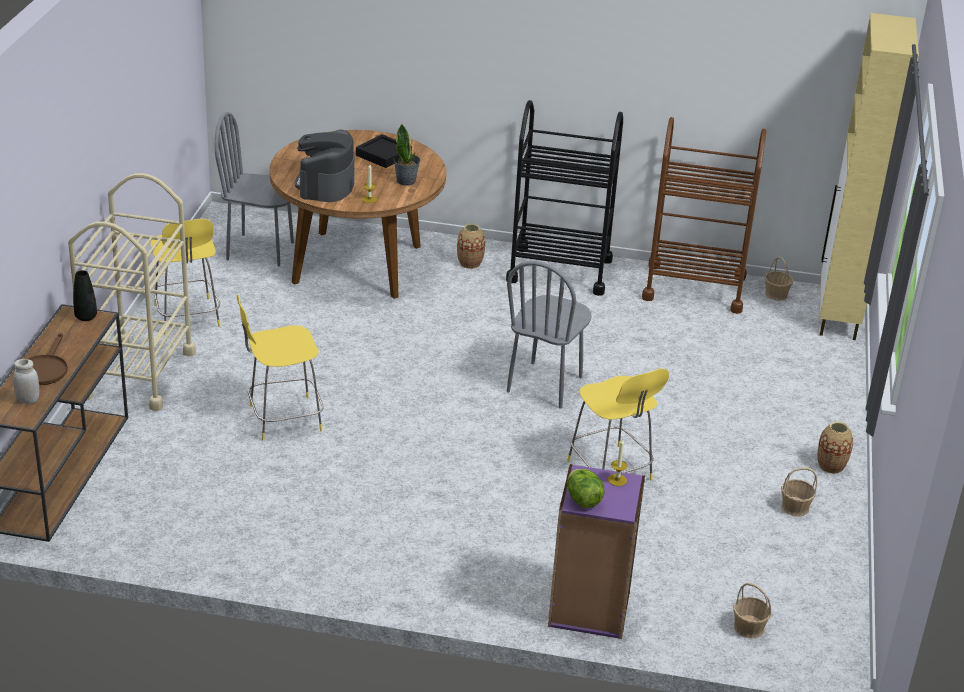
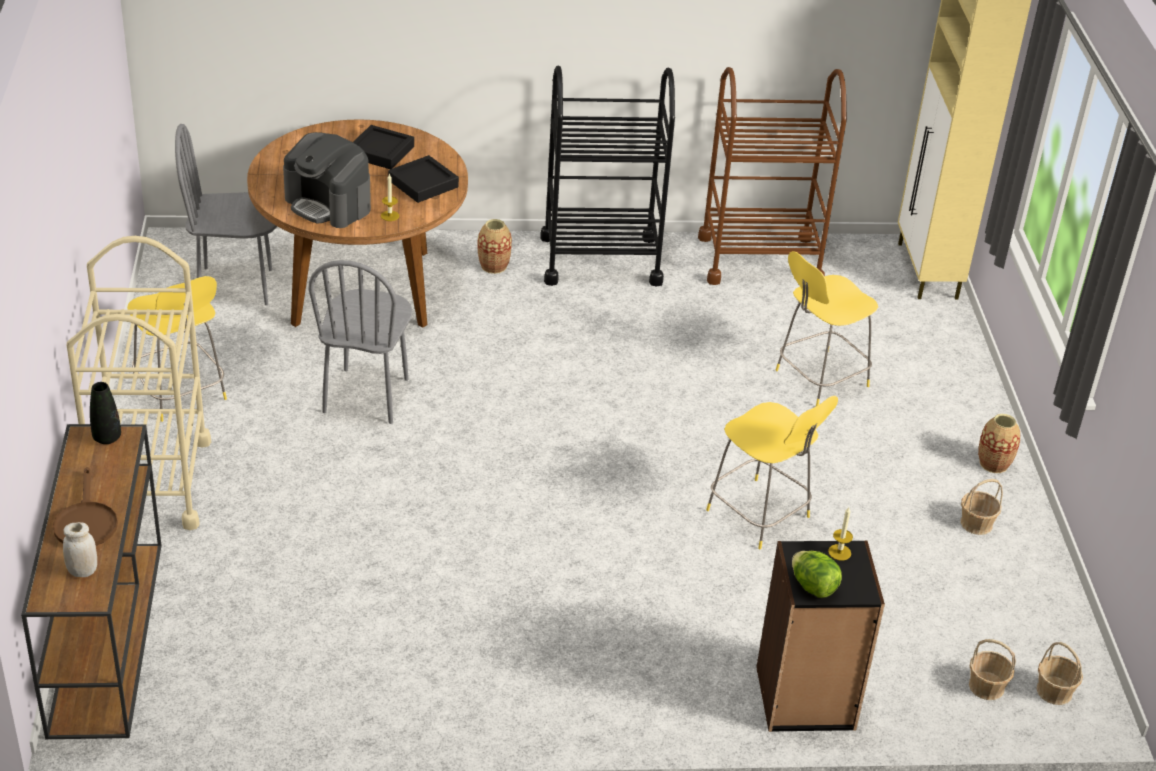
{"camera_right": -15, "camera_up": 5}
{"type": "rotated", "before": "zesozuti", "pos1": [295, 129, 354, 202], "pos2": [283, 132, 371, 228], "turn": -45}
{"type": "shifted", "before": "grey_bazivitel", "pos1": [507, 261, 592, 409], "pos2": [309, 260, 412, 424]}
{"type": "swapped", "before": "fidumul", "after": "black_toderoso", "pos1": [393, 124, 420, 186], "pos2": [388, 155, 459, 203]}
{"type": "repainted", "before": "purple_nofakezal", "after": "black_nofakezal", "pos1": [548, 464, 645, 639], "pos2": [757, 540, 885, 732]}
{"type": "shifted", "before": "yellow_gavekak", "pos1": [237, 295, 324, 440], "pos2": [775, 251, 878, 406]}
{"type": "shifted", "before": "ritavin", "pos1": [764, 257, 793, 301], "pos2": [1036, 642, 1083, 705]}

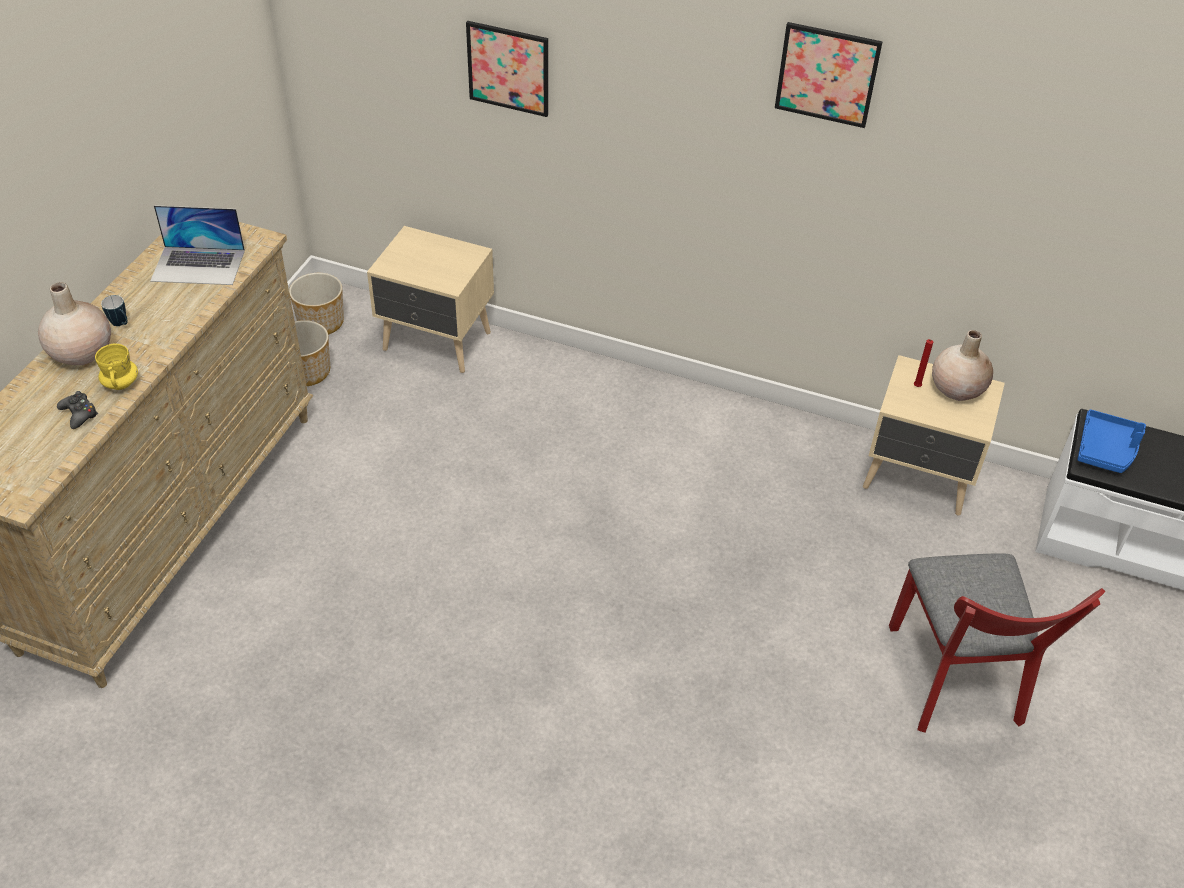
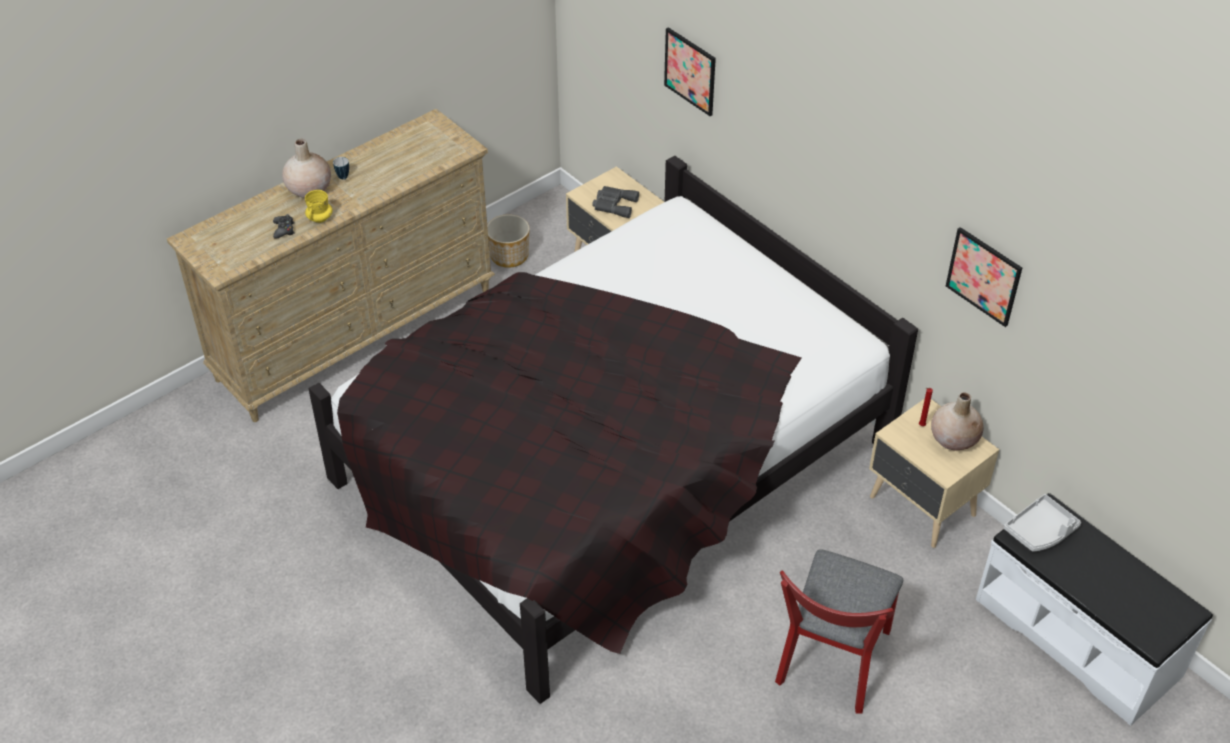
{"camera_right": 30, "camera_up": 0}
{"type": "new", "after": "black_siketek", "pos2": [308, 156, 918, 704]}
{"type": "new", "after": "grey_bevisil", "pos2": [592, 186, 639, 218]}
{"type": "shifted", "before": "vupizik", "pos1": [775, 22, 883, 128], "pos2": [946, 227, 1022, 327]}
{"type": "repainted", "before": "blue_toderoso", "after": "grey_toderoso", "pos1": [1077, 409, 1146, 473], "pos2": [1004, 494, 1081, 552]}
{"type": "gone", "before": "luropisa", "pos1": [150, 205, 245, 285]}
{"type": "gone", "before": "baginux", "pos1": [289, 273, 344, 335]}

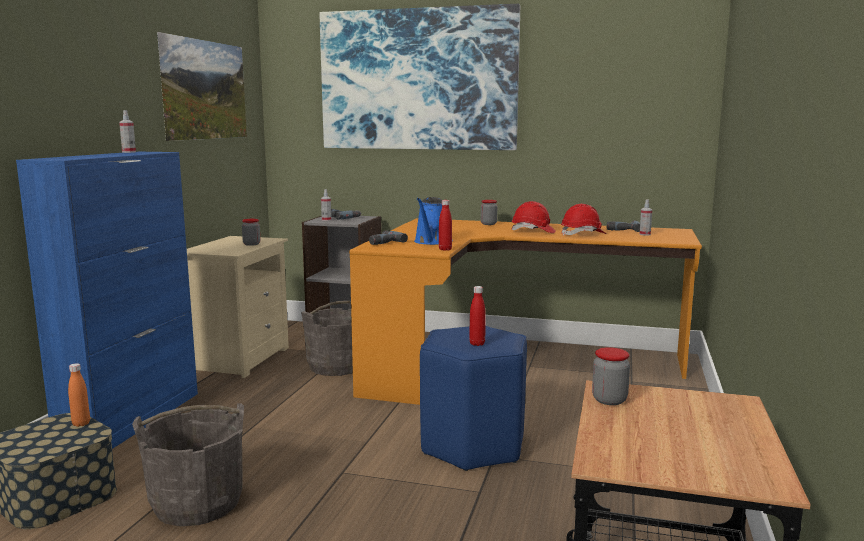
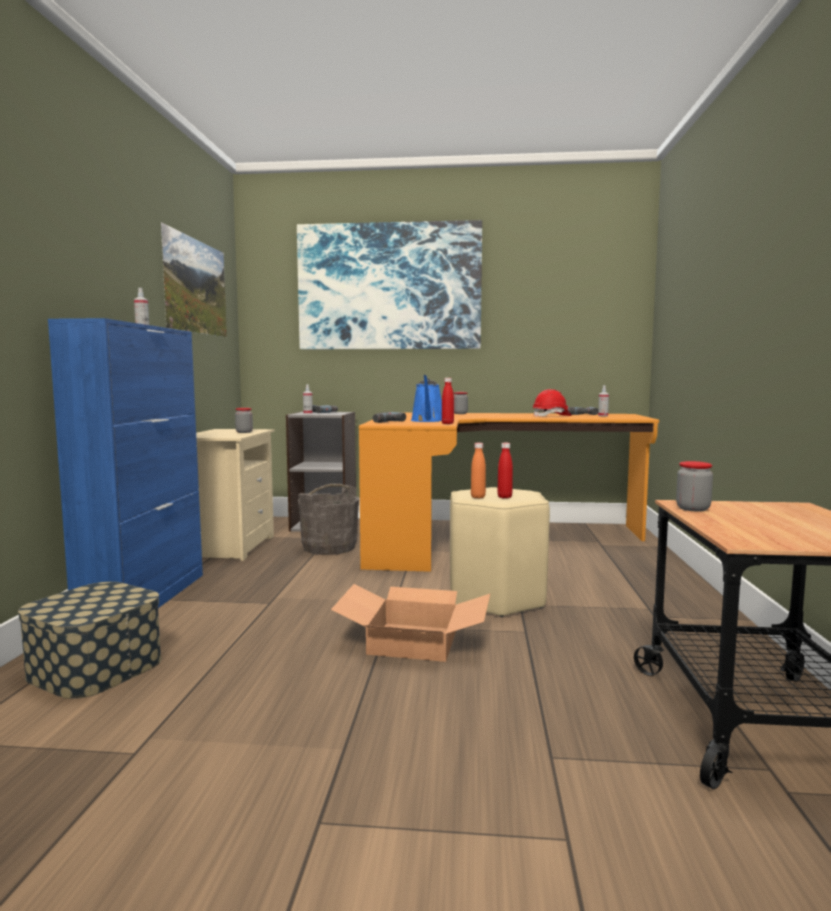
{"camera_right": -10, "camera_up": -5}
{"type": "new", "after": "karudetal", "pos2": [331, 584, 490, 662]}
{"type": "repainted", "before": "blue_gavekak", "after": "beige_gavekak", "pos1": [420, 326, 527, 471], "pos2": [450, 487, 550, 617]}
{"type": "shifted", "before": "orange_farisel", "pos1": [68, 363, 90, 427], "pos2": [471, 443, 486, 498]}
{"type": "gone", "before": "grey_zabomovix", "pos1": [132, 403, 244, 526]}
{"type": "gone", "before": "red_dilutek", "pos1": [511, 201, 556, 233]}

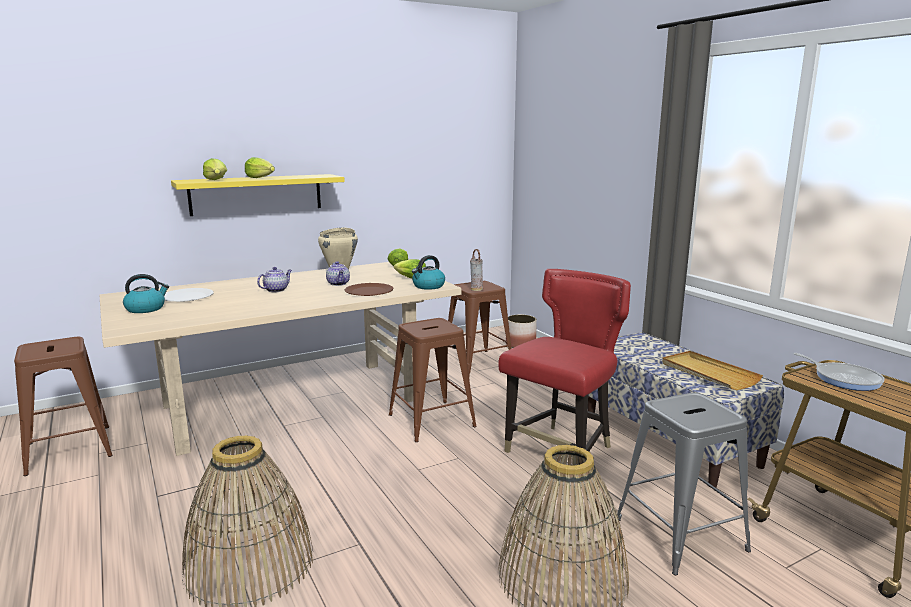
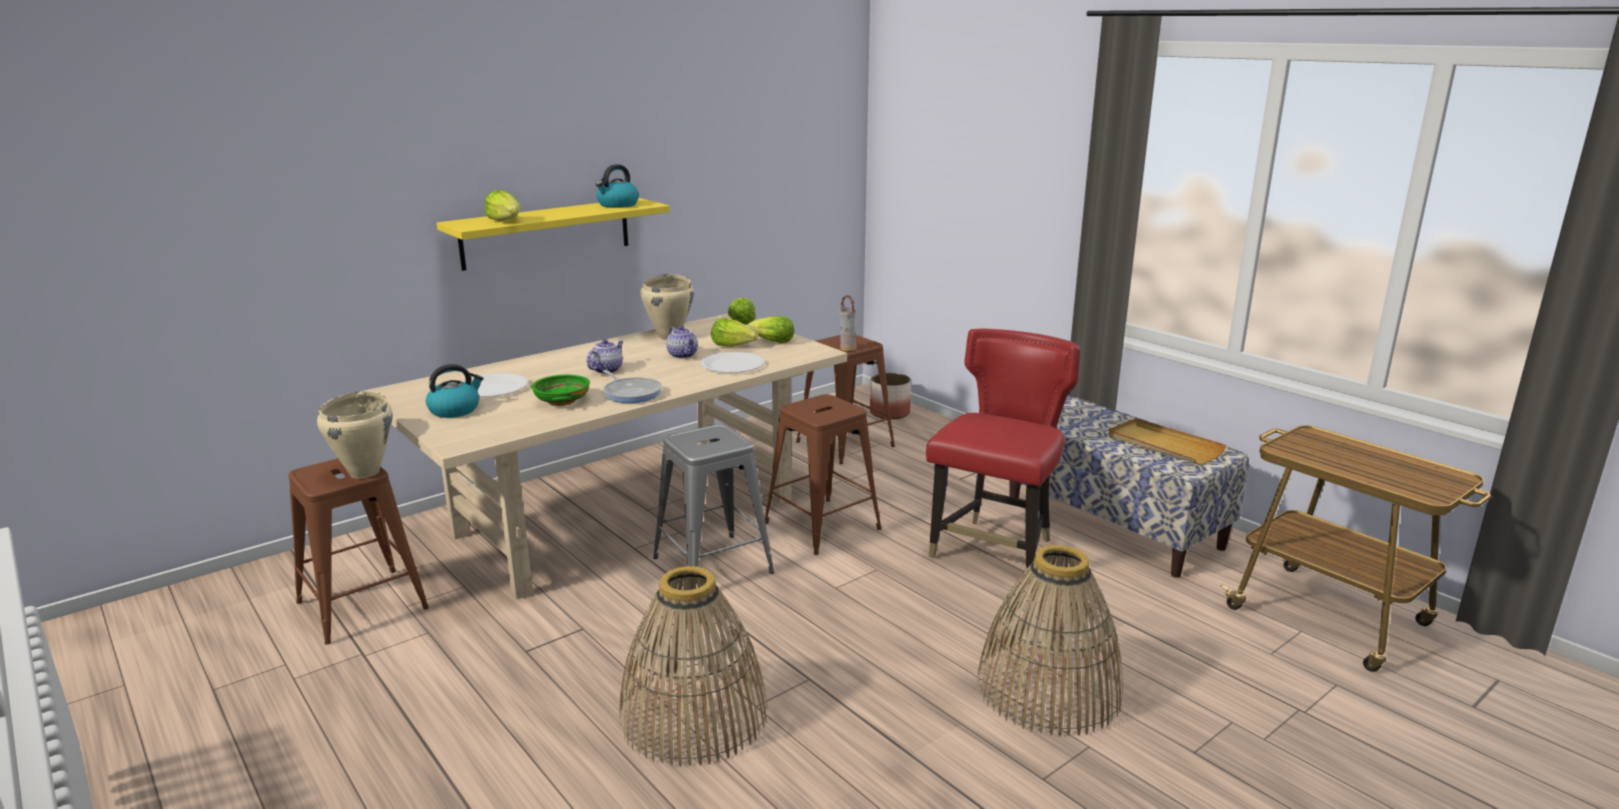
{"camera_right": -10, "camera_up": 5}
{"type": "new", "after": "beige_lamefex", "pos2": [317, 391, 392, 478]}
{"type": "new", "after": "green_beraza", "pos2": [531, 375, 590, 406]}
{"type": "shifted", "before": "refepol", "pos1": [412, 255, 445, 290], "pos2": [596, 164, 639, 208]}
{"type": "shifted", "before": "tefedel", "pos1": [793, 353, 885, 391], "pos2": [603, 370, 662, 403]}
{"type": "shifted", "before": "grey_gavekak", "pos1": [617, 393, 751, 575], "pos2": [653, 424, 775, 590]}
{"type": "repainted", "before": "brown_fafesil", "after": "white_fafesil", "pos1": [345, 283, 393, 296], "pos2": [701, 352, 765, 373]}
{"type": "shifted", "before": "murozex", "pos1": [245, 157, 275, 178], "pos2": [711, 318, 758, 347]}

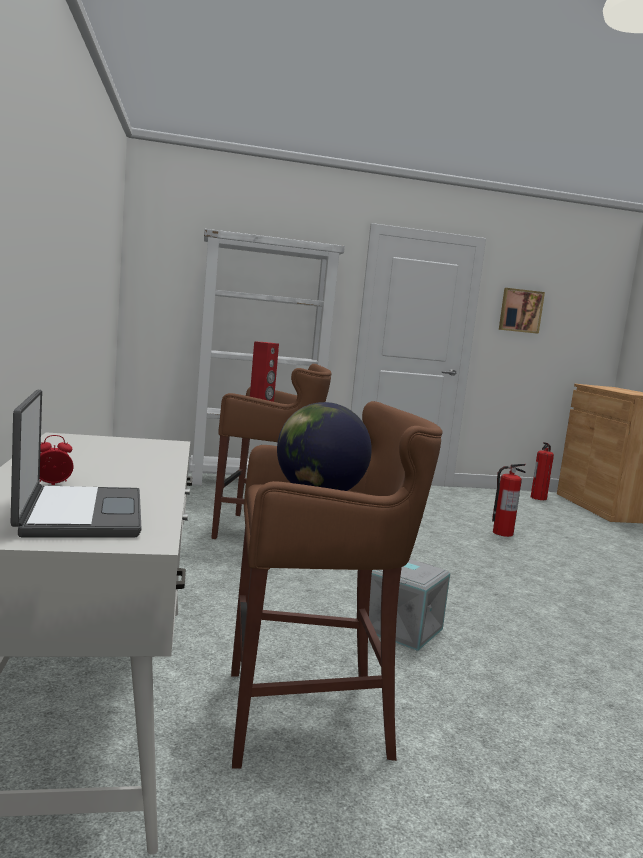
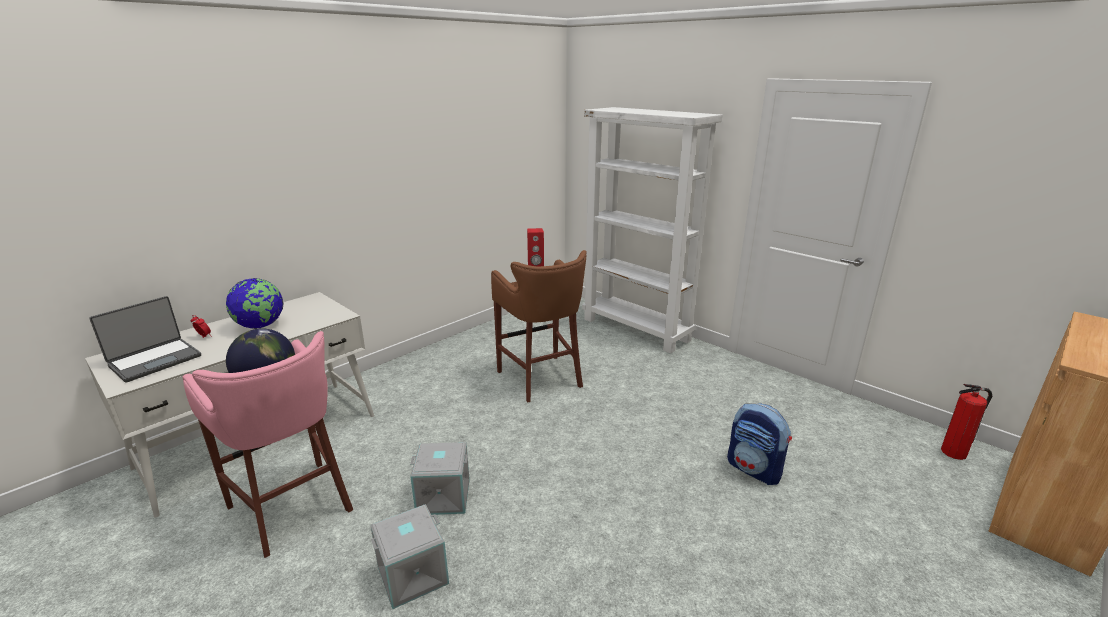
{"camera_right": 55, "camera_up": 15}
{"type": "repainted", "before": "brown_gavekak", "after": "pink_gavekak", "pos1": [231, 401, 443, 768], "pos2": [182, 331, 353, 558]}
{"type": "new", "after": "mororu", "pos2": [226, 278, 284, 329]}
{"type": "new", "after": "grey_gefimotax", "pos2": [370, 504, 449, 610]}
{"type": "swapped", "before": "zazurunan", "after": "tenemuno", "pos1": [492, 464, 525, 537], "pos2": [727, 403, 792, 485]}
{"type": "gone", "before": "vupizik", "pos1": [499, 288, 545, 334]}

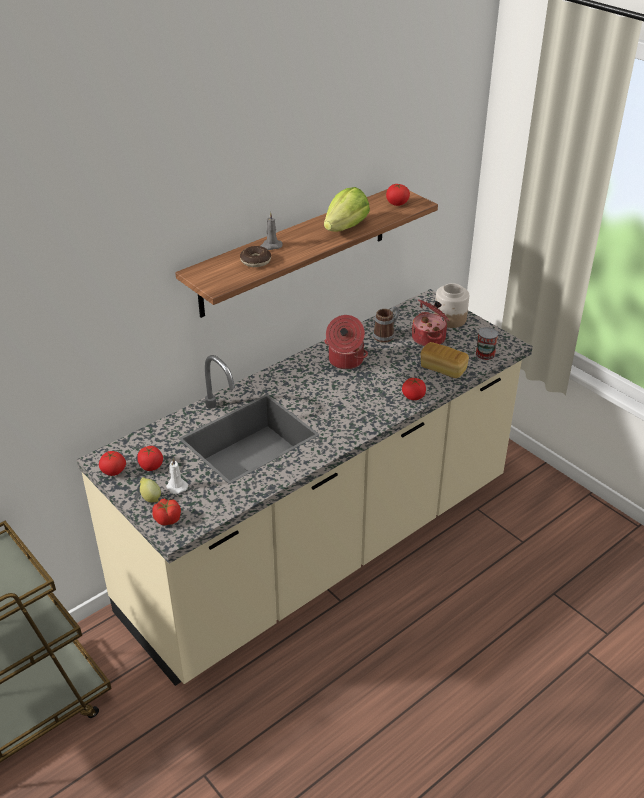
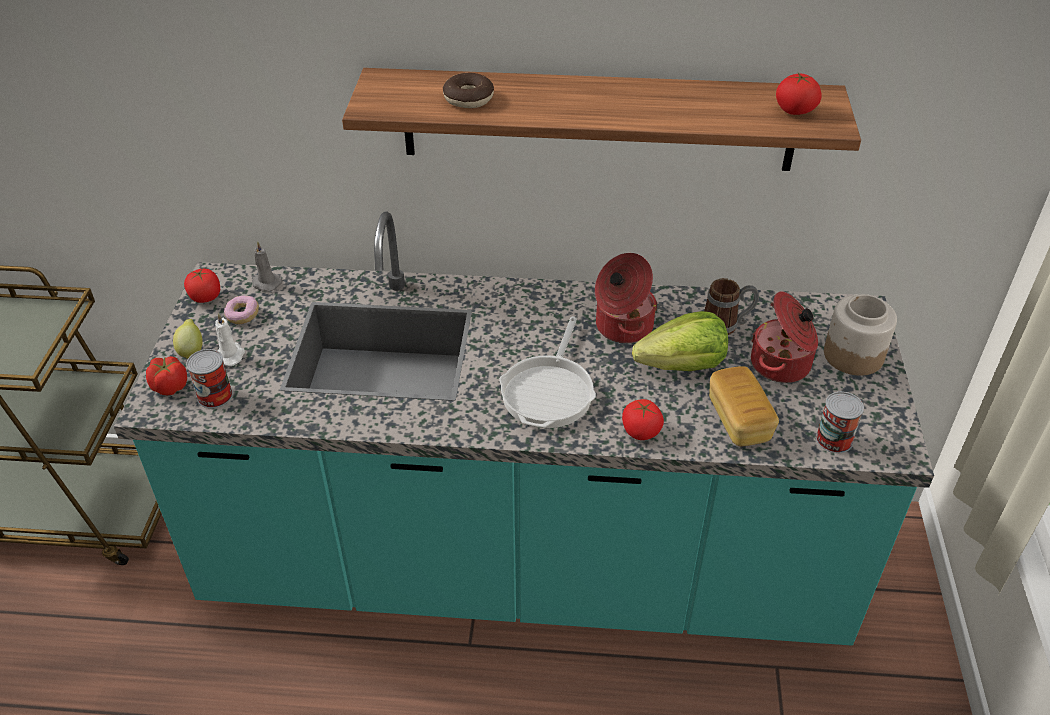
{"camera_right": 45, "camera_up": 5}
{"type": "repainted", "before": "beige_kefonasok", "after": "turquoise_kefonasok", "pos1": [76, 289, 533, 686], "pos2": [114, 211, 934, 646]}
{"type": "new", "after": "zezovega", "pos2": [186, 349, 233, 408]}
{"type": "swapped", "before": "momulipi", "after": "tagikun", "pos1": [137, 446, 163, 471], "pos2": [224, 296, 259, 324]}
{"type": "shifted", "before": "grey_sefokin", "pos1": [260, 212, 283, 250], "pos2": [252, 241, 282, 292]}
{"type": "new", "after": "tefedel", "pos2": [499, 317, 596, 428]}
{"type": "shifted", "before": "murozex", "pos1": [324, 187, 370, 232], "pos2": [632, 311, 728, 371]}

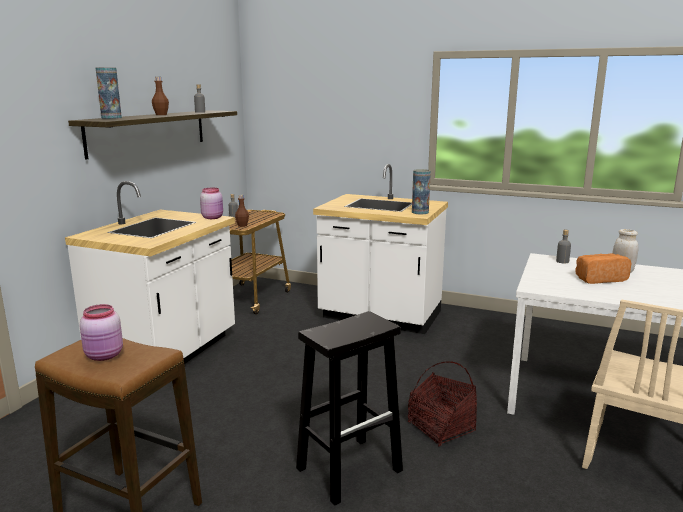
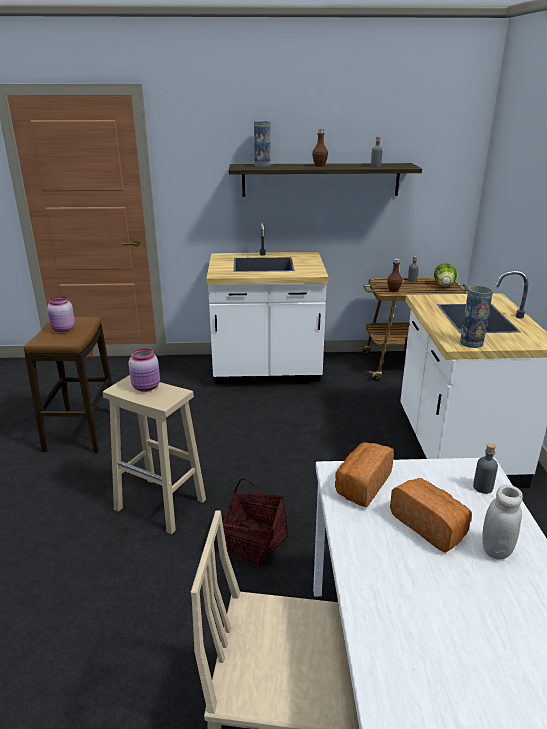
{"camera_right": 65, "camera_up": 10}
{"type": "repainted", "before": "black_gavekak", "after": "beige_gavekak", "pos1": [296, 311, 403, 505], "pos2": [103, 375, 206, 534]}
{"type": "shifted", "before": "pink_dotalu", "pos1": [200, 188, 223, 219], "pos2": [128, 348, 160, 392]}
{"type": "new", "after": "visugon", "pos2": [335, 442, 394, 507]}
{"type": "new", "after": "murozex", "pos2": [434, 263, 457, 287]}

